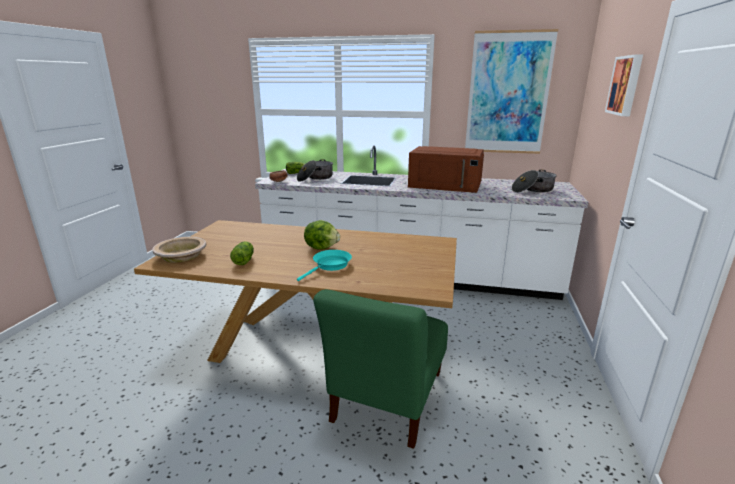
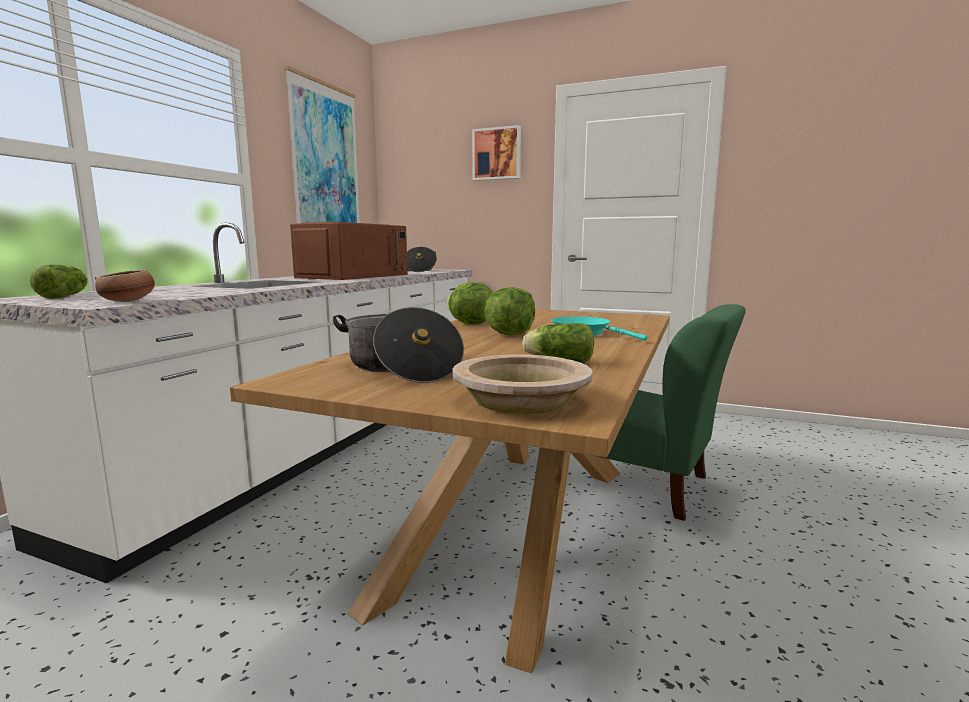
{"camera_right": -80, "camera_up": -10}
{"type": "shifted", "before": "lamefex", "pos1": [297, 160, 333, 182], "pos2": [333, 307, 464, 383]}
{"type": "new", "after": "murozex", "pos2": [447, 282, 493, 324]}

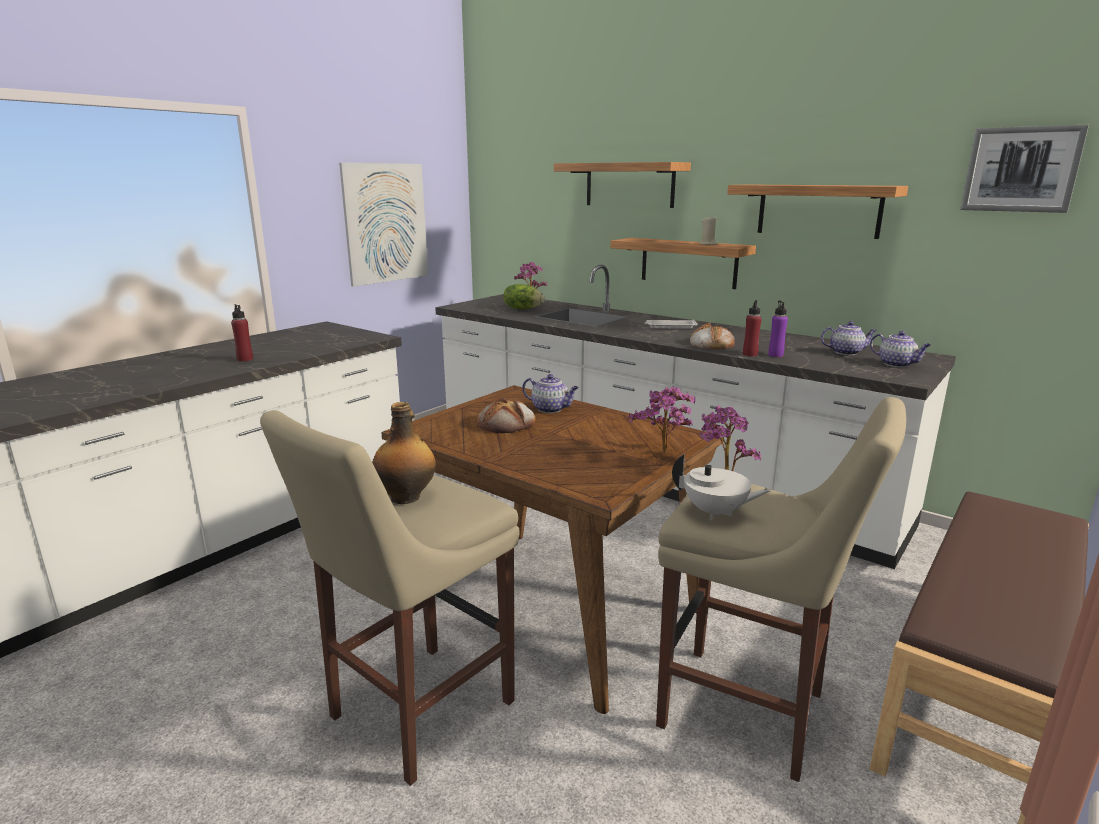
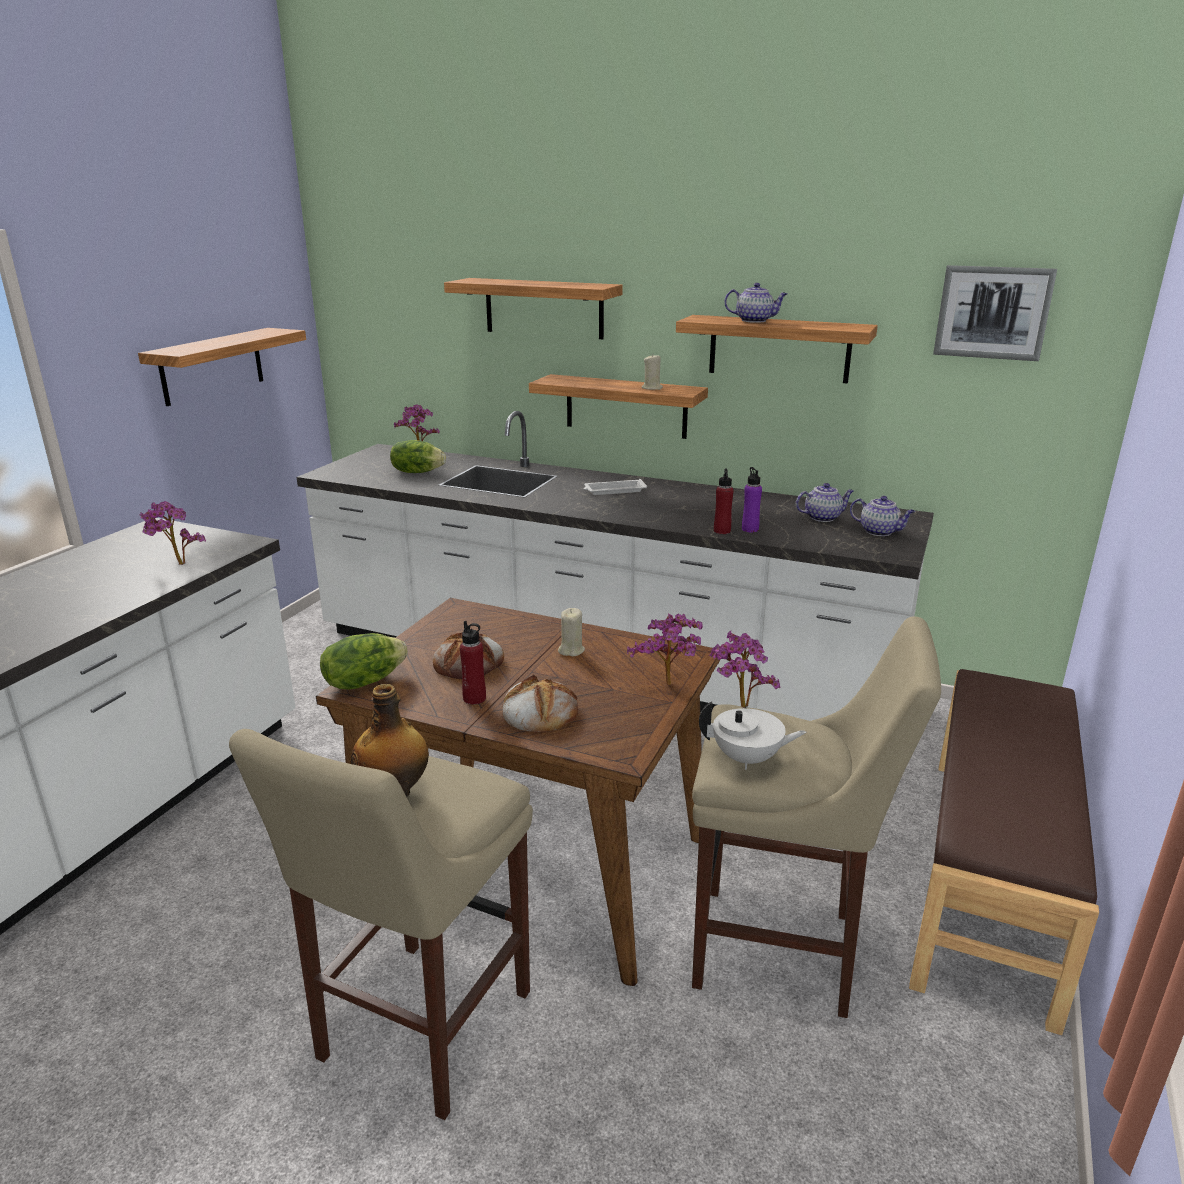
{"camera_right": -15, "camera_up": 5}
{"type": "swapped", "before": "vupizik", "after": "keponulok", "pos1": [339, 163, 428, 287], "pos2": [138, 328, 306, 406]}
{"type": "new", "after": "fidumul", "pos2": [140, 501, 206, 565]}
{"type": "new", "after": "murozex", "pos2": [320, 633, 408, 689]}
{"type": "shifted", "before": "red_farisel", "pos1": [231, 304, 253, 362], "pos2": [460, 621, 486, 705]}
{"type": "shifted", "before": "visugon", "pos1": [690, 322, 735, 349], "pos2": [502, 674, 578, 732]}
{"type": "new", "after": "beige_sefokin", "pos2": [558, 608, 585, 656]}
{"type": "shifted", "before": "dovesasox", "pos1": [522, 374, 579, 413], "pos2": [724, 283, 787, 323]}

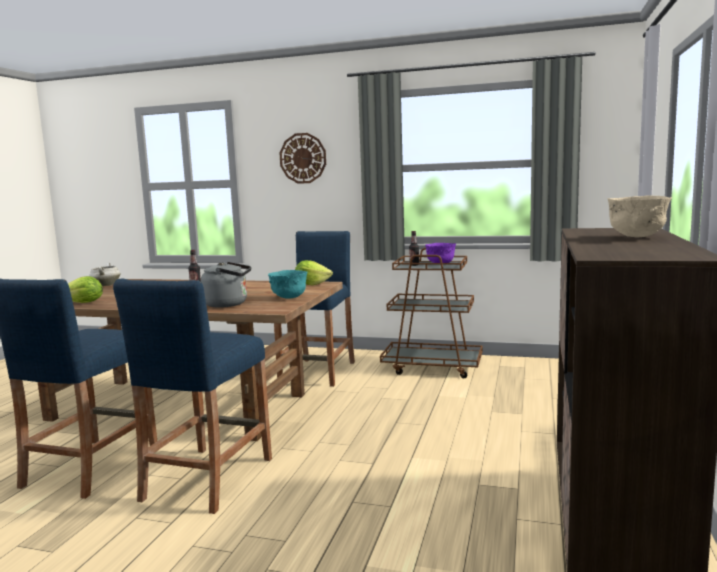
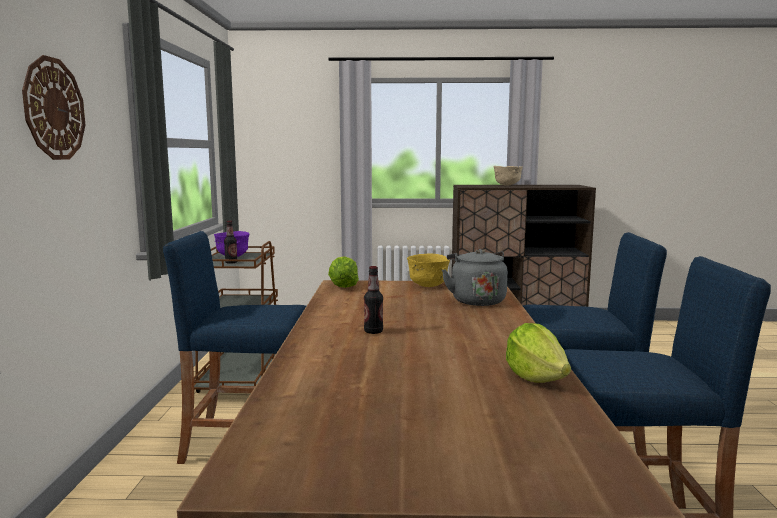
{"camera_right": -105, "camera_up": 0}
{"type": "repainted", "before": "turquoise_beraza", "after": "yellow_beraza", "pos1": [268, 270, 307, 299], "pos2": [407, 253, 450, 287]}
{"type": "gone", "before": "white_lamefex", "pos1": [89, 263, 121, 286]}

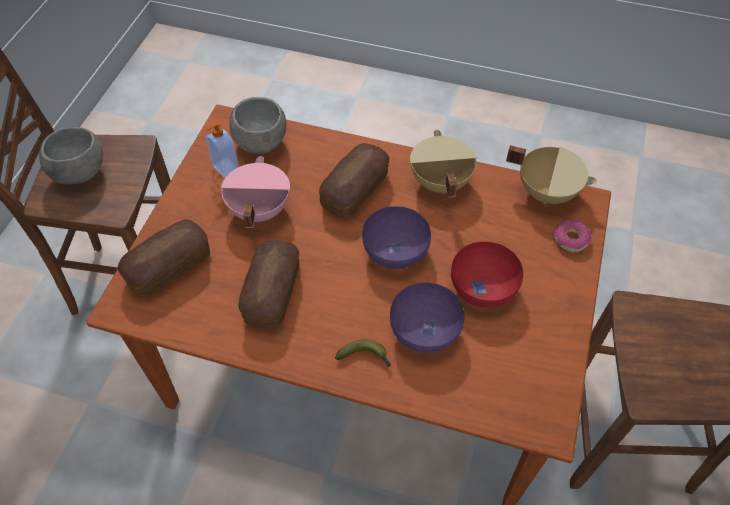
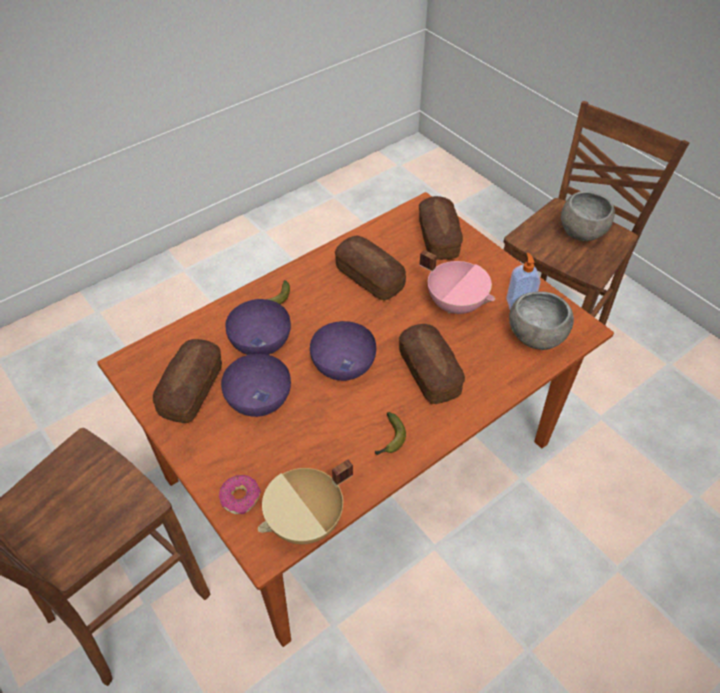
{"camera_right": 125, "camera_up": -5}
{"type": "new", "after": "visugon", "pos2": [153, 339, 222, 423]}
{"type": "repainted", "before": "red_beraza", "after": "purple_beraza", "pos1": [451, 242, 523, 308], "pos2": [221, 354, 291, 417]}
{"type": "swapped", "before": "beige_lamefex", "after": "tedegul", "pos1": [410, 130, 477, 197], "pos2": [375, 412, 406, 455]}

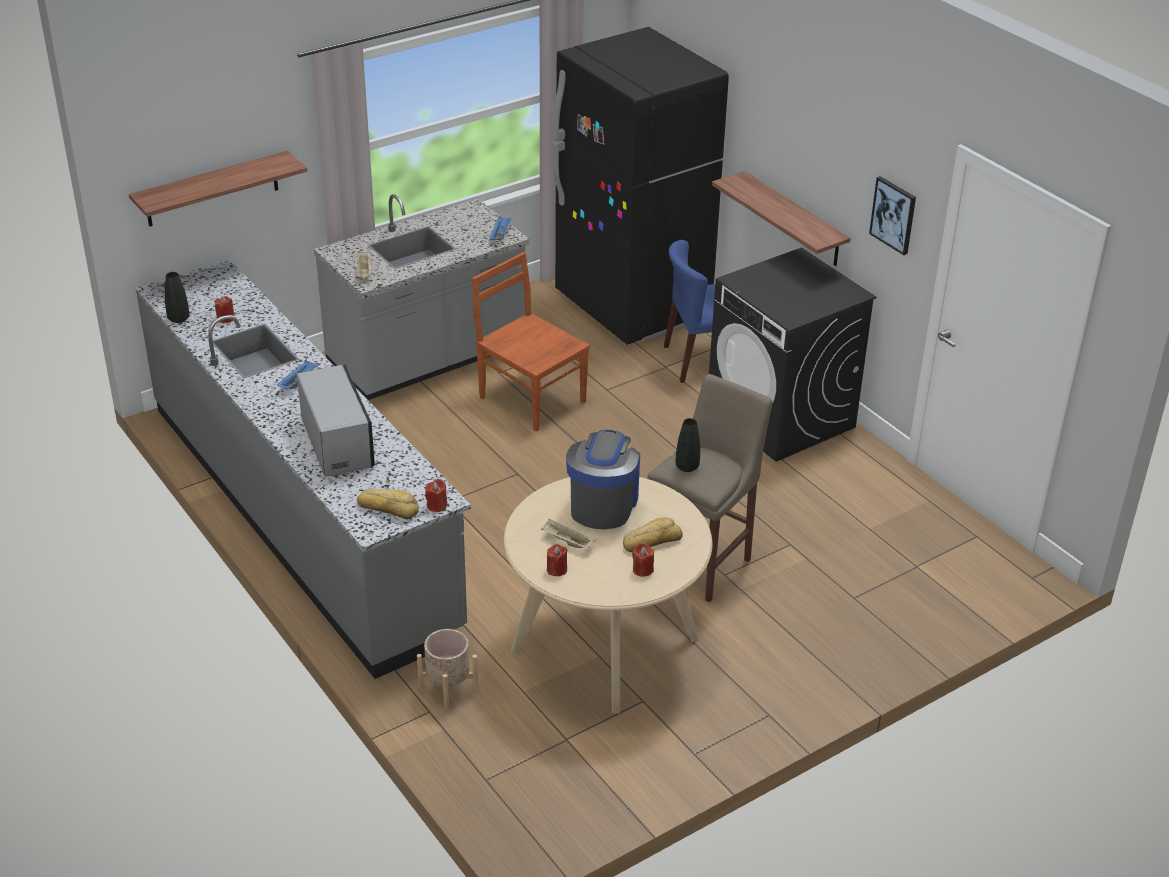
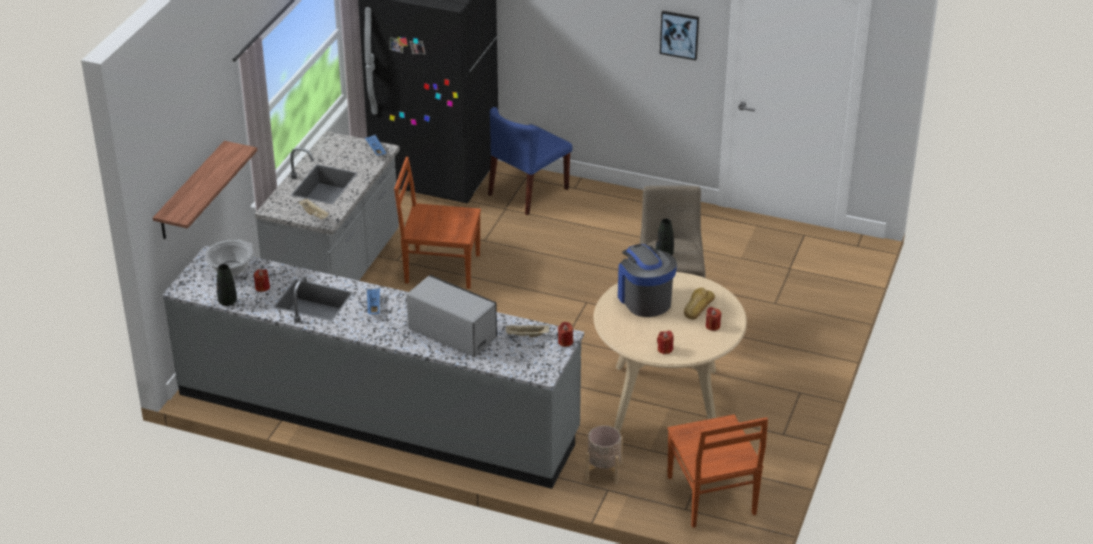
{"camera_right": -35, "camera_up": 0}
{"type": "new", "after": "lamefex", "pos2": [205, 240, 253, 276]}
{"type": "shifted", "before": "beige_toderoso", "pos1": [541, 519, 596, 548], "pos2": [506, 325, 549, 337]}
{"type": "new", "after": "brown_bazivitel", "pos2": [667, 414, 768, 528]}
{"type": "gone", "before": "visugon", "pos1": [357, 488, 419, 519]}
{"type": "gone", "before": "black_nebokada", "pos1": [709, 247, 876, 462]}
{"type": "gone", "before": "keponulok", "pos1": [712, 171, 850, 266]}

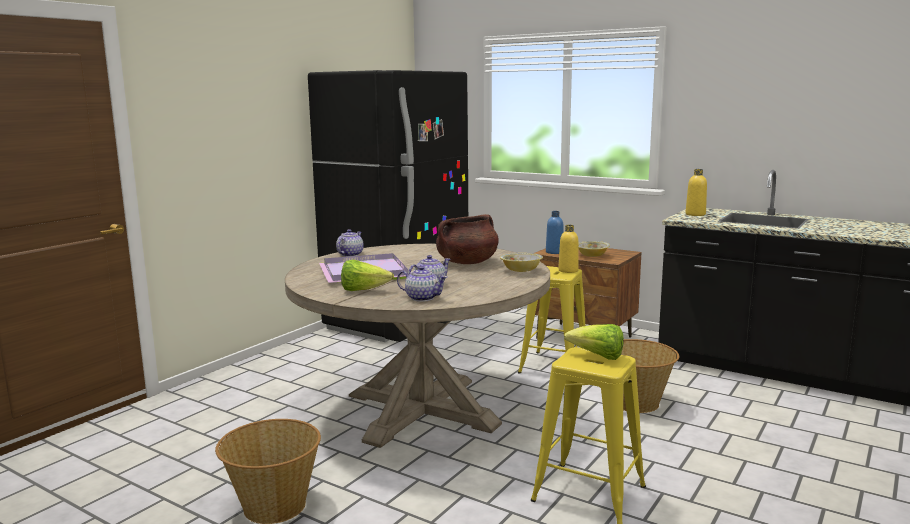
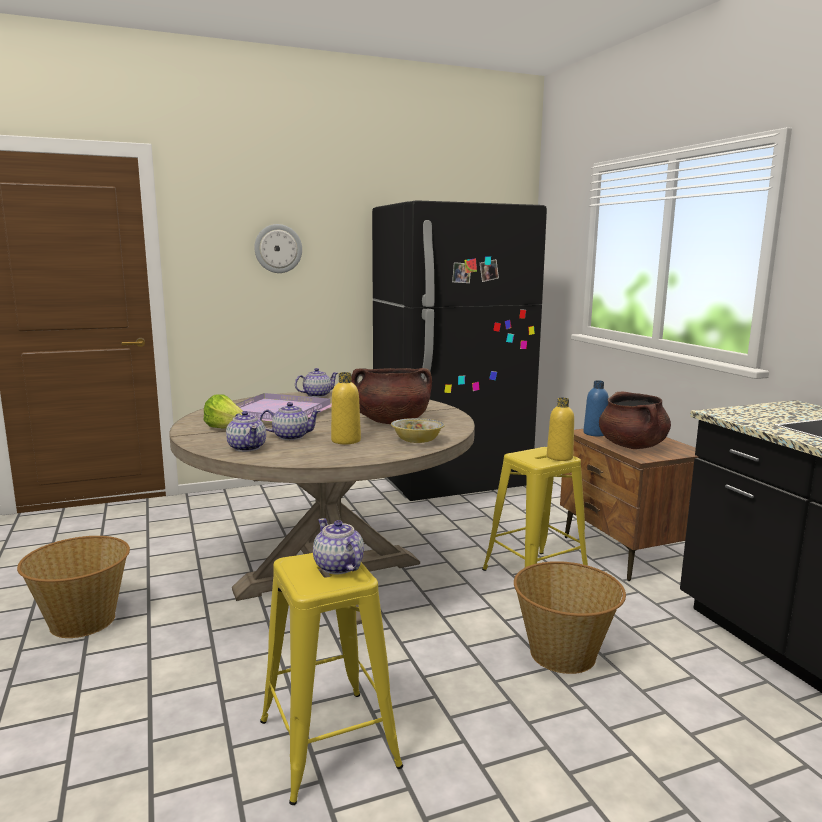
{"camera_right": 35, "camera_up": 0}
{"type": "new", "after": "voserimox", "pos2": [254, 224, 302, 273]}
{"type": "swapped", "before": "murozex", "after": "dovesasox", "pos1": [564, 324, 624, 360], "pos2": [313, 518, 364, 575]}
{"type": "shifted", "before": "yellow_farisel", "pos1": [685, 169, 707, 216], "pos2": [331, 372, 361, 444]}
{"type": "swapped", "before": "beraza", "after": "brown_lamefex", "pos1": [578, 241, 610, 257], "pos2": [599, 392, 671, 449]}

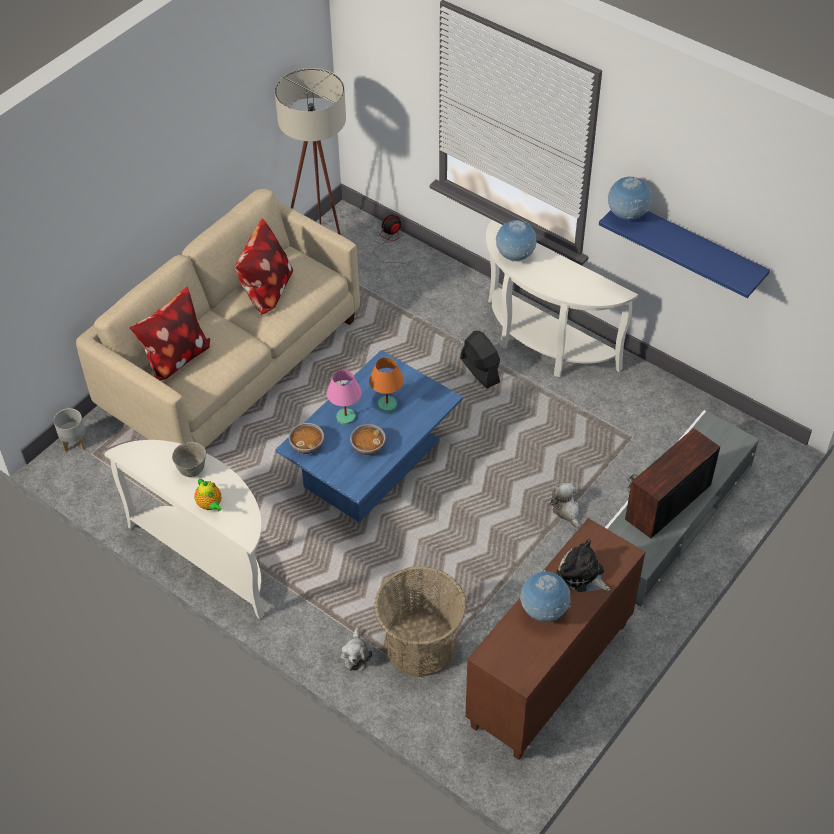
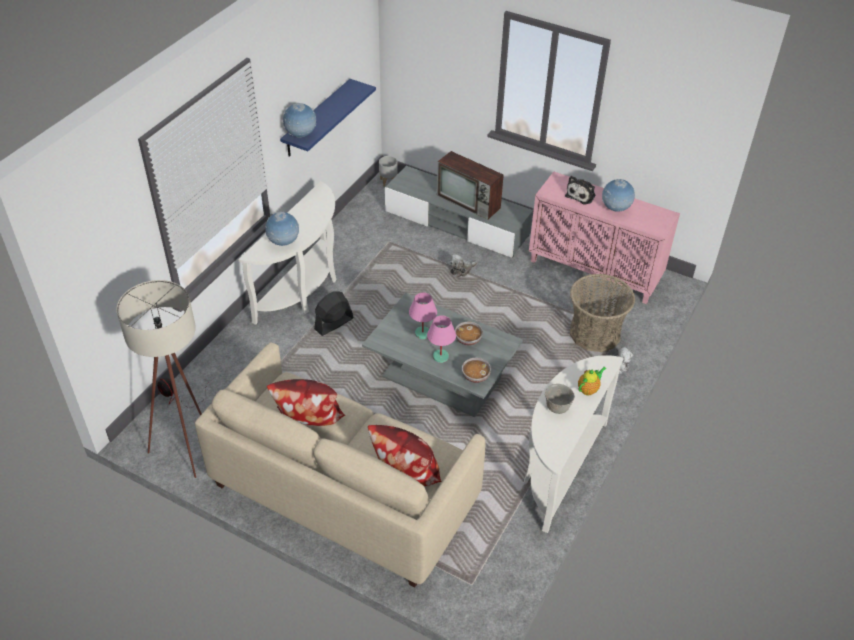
{"camera_right": -100, "camera_up": -5}
{"type": "repainted", "before": "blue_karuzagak", "after": "grey_karuzagak", "pos1": [275, 350, 463, 523], "pos2": [362, 293, 523, 417]}
{"type": "shifted", "before": "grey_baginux", "pos1": [54, 408, 85, 452], "pos2": [379, 156, 398, 187]}
{"type": "repainted", "before": "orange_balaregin", "after": "pink_balaregin", "pos1": [369, 357, 404, 412], "pos2": [409, 293, 437, 339]}
{"type": "repainted", "before": "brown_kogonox", "after": "pink_kogonox", "pos1": [465, 518, 645, 760], "pos2": [529, 172, 680, 304]}

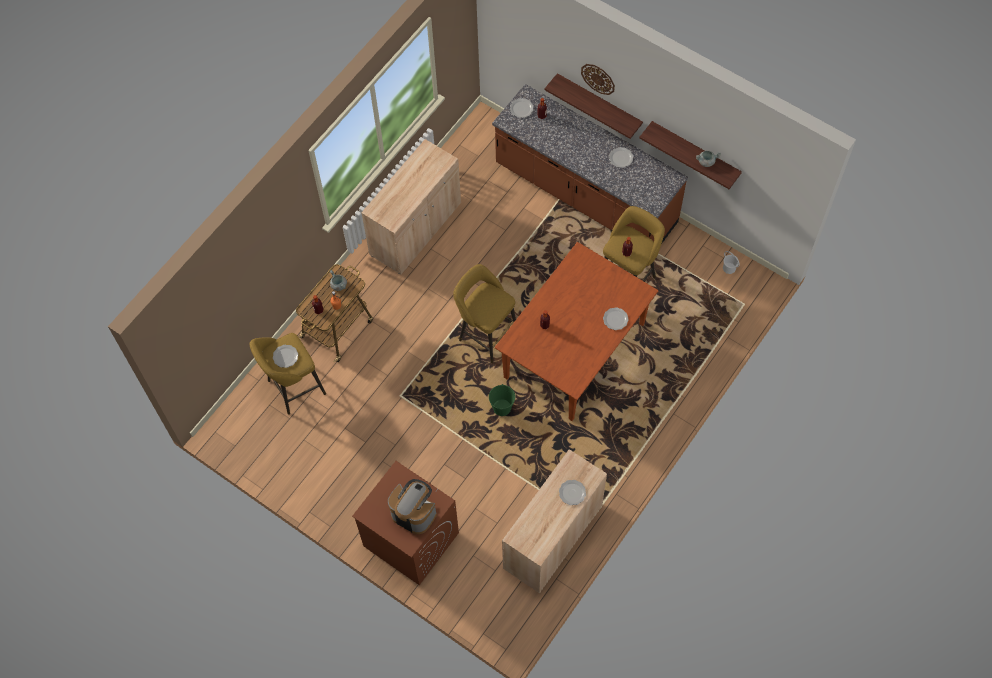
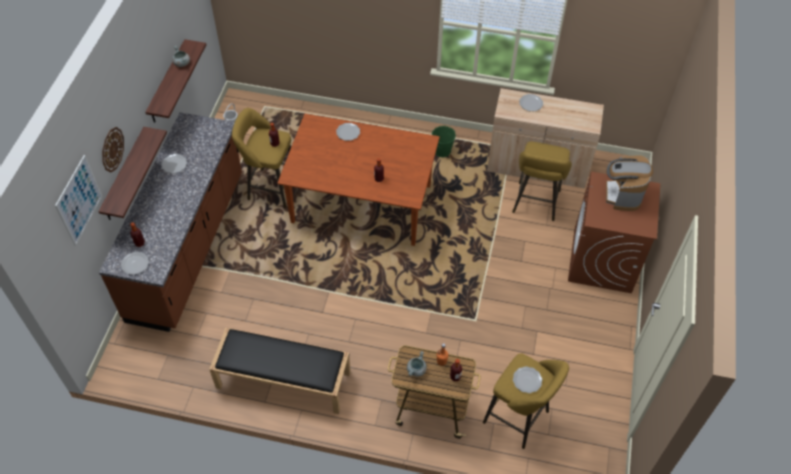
{"camera_right": -115, "camera_up": -10}
{"type": "new", "after": "vupizik", "pos2": [55, 155, 102, 246]}
{"type": "swapped", "before": "beige_kogonox", "after": "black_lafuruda", "pos1": [361, 139, 461, 274], "pos2": [209, 328, 351, 414]}
{"type": "shifted", "before": "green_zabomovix", "pos1": [489, 385, 515, 416], "pos2": [432, 125, 456, 157]}
{"type": "shifted", "before": "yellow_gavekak", "pos1": [453, 264, 516, 363], "pos2": [512, 141, 572, 221]}

